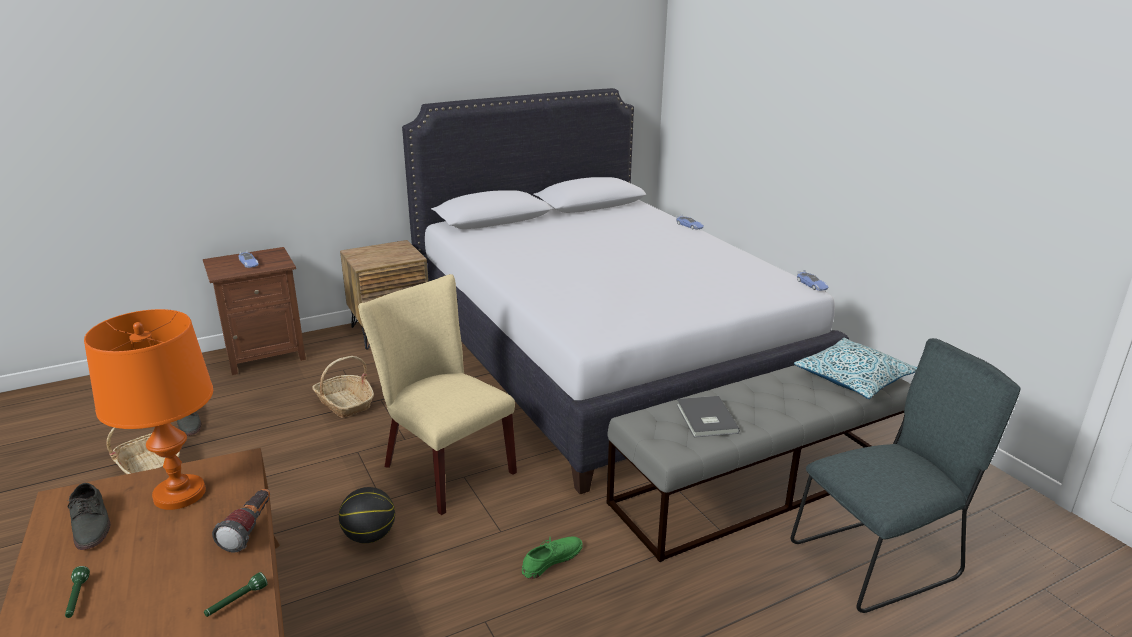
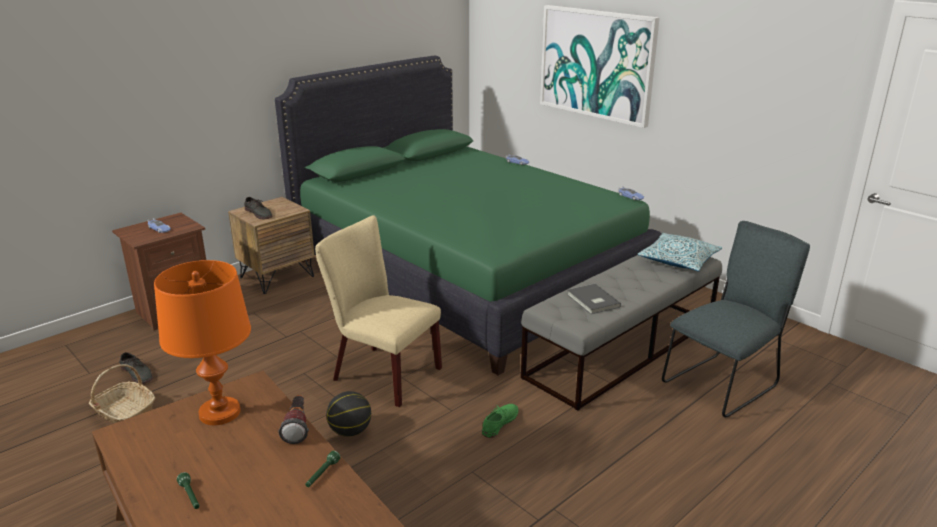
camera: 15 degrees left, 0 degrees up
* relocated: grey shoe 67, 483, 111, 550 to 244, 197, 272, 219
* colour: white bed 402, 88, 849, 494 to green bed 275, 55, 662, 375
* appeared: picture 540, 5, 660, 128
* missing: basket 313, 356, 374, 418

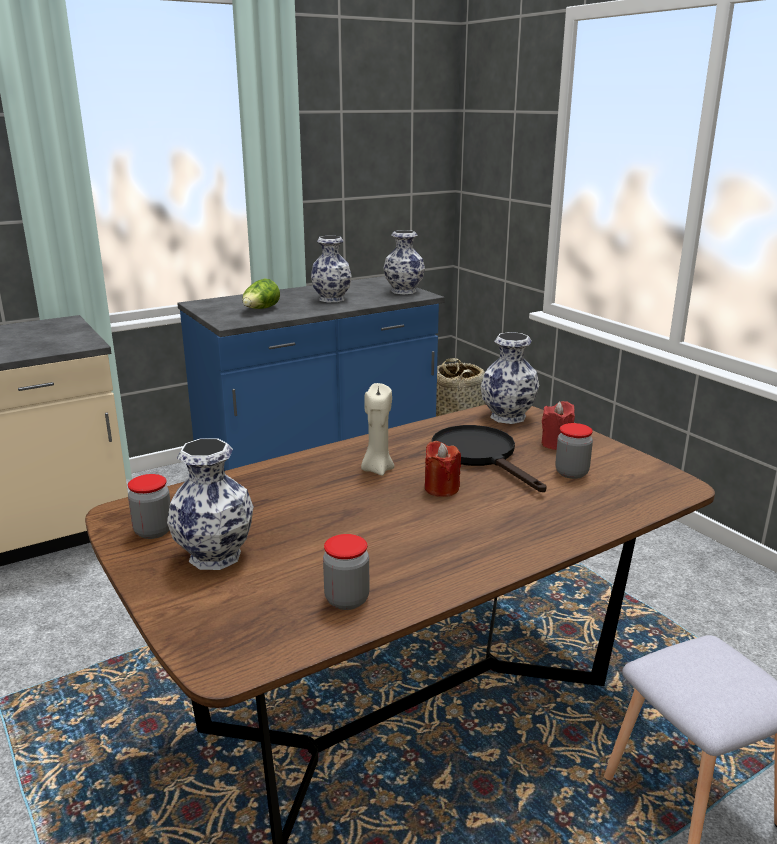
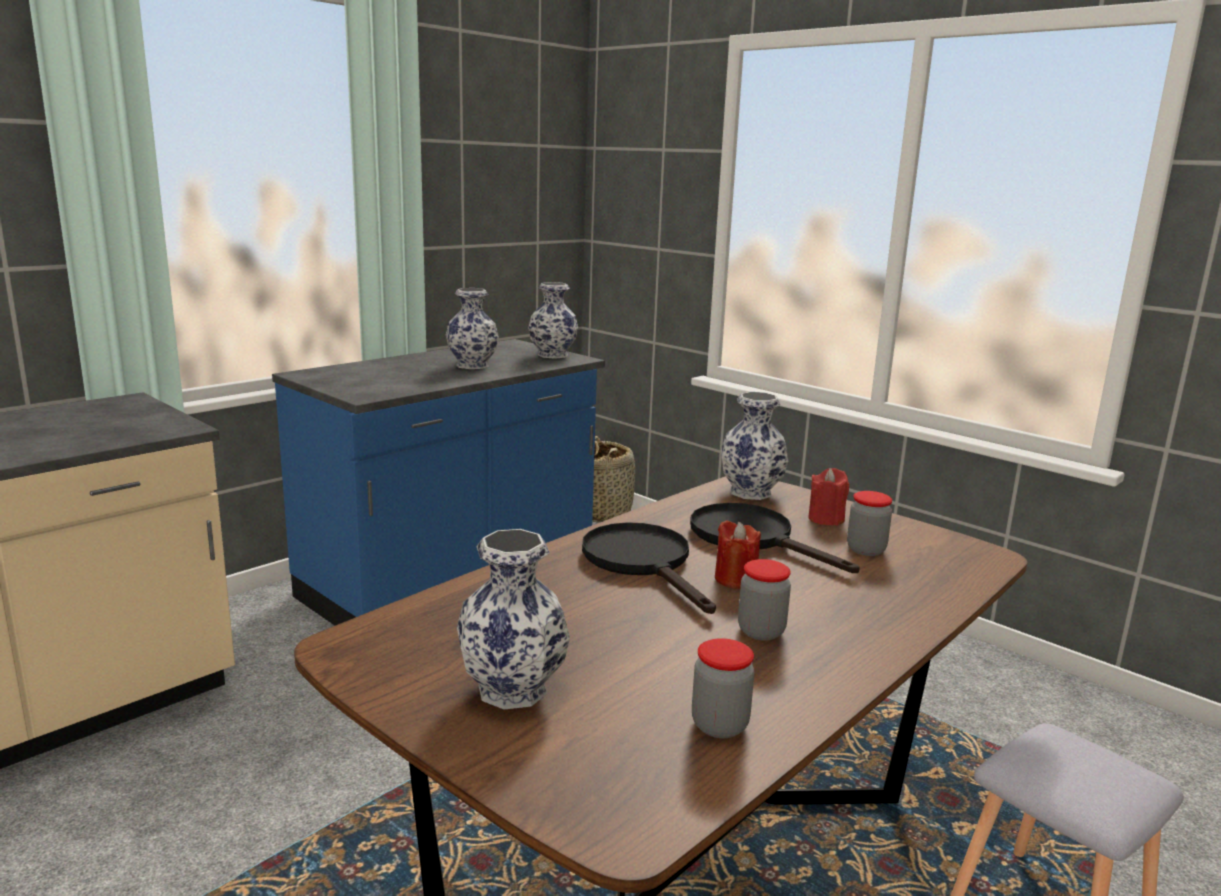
camera: 15 degrees left, 5 degrees down
* exchanged: beige candle 361, 383, 394, 476 to black frying pan 582, 522, 716, 614
* relocated: jar 128, 474, 170, 539 to 738, 559, 791, 641
* missing: lettuce 242, 279, 280, 309

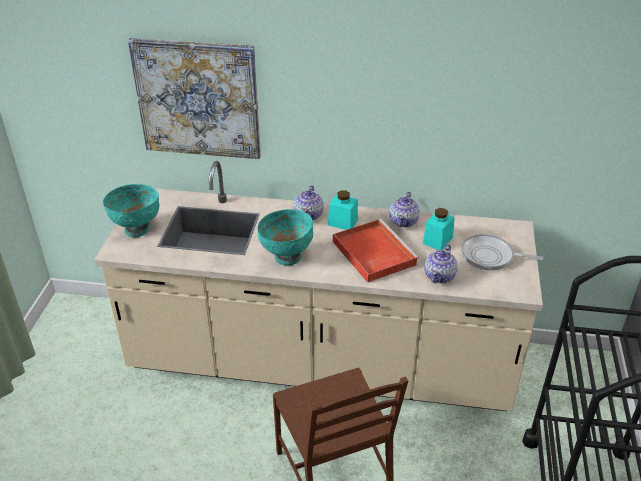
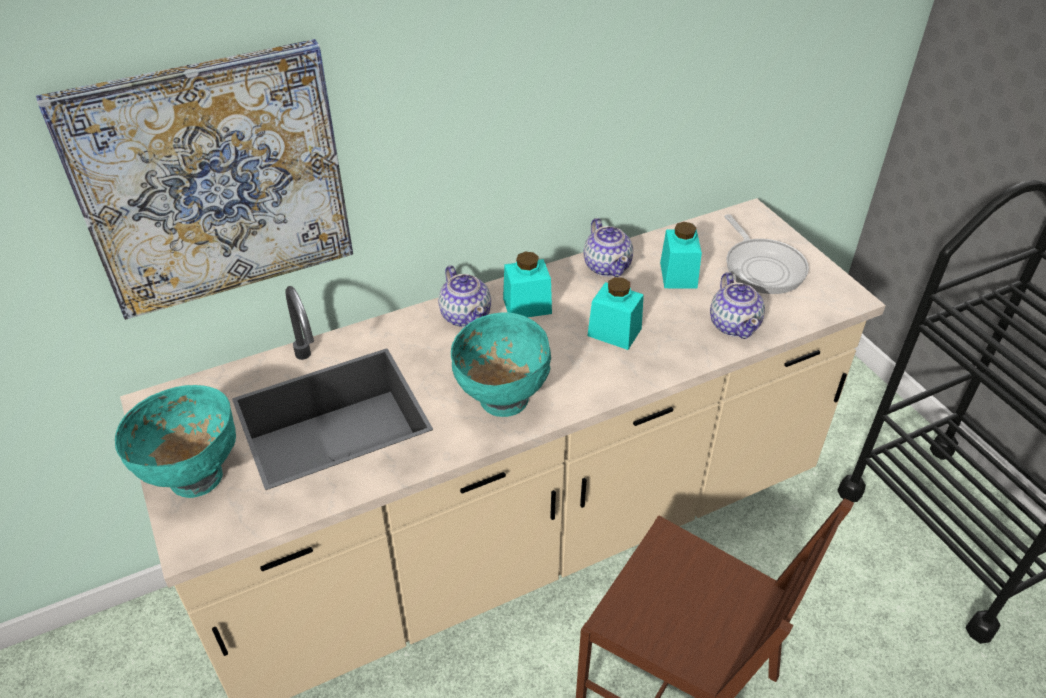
camera: 35 degrees left, 5 degrees up
* exchanged: red tray 333, 219, 419, 283 to turquoise jar 587, 277, 644, 350
* spun: frying pan 461, 234, 544, 270 = 724, 214, 809, 294 90 degrees counterclockwise

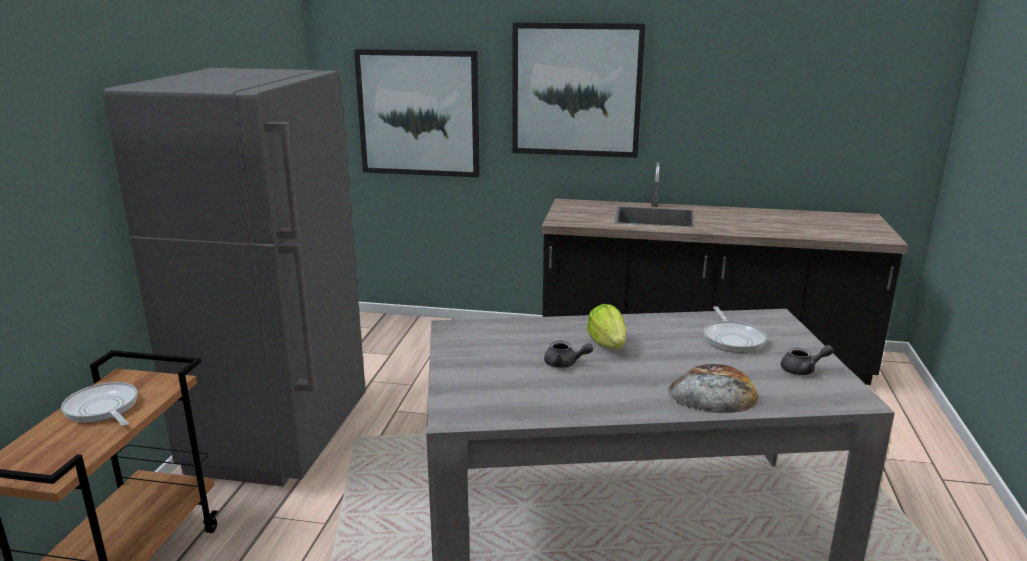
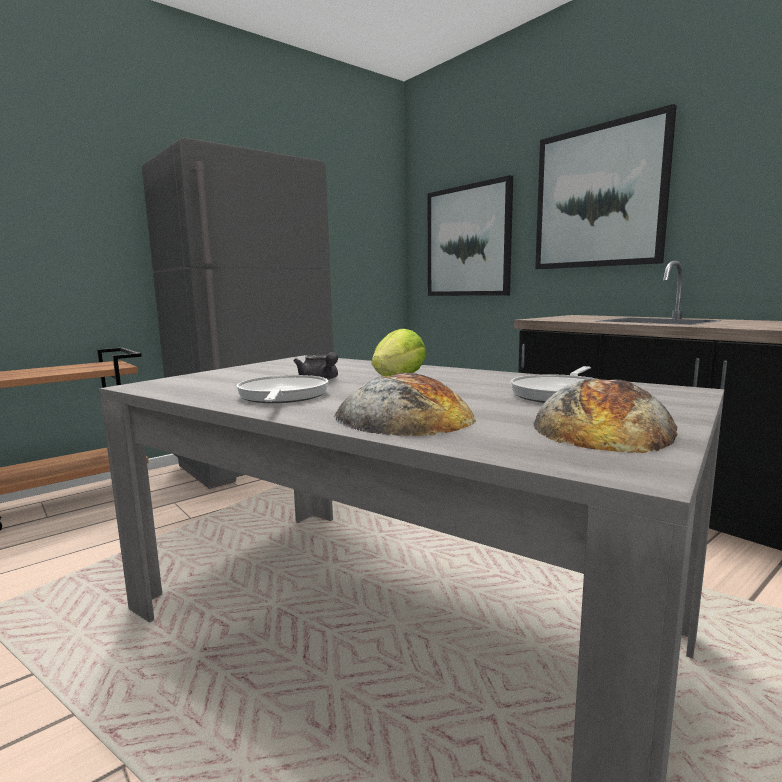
camera: 40 degrees right, 10 degrees down
* relocated: frying pan 61, 382, 138, 426 to 236, 375, 328, 403
* exchanged: grey teapot 781, 345, 834, 375 to bread 533, 379, 677, 453

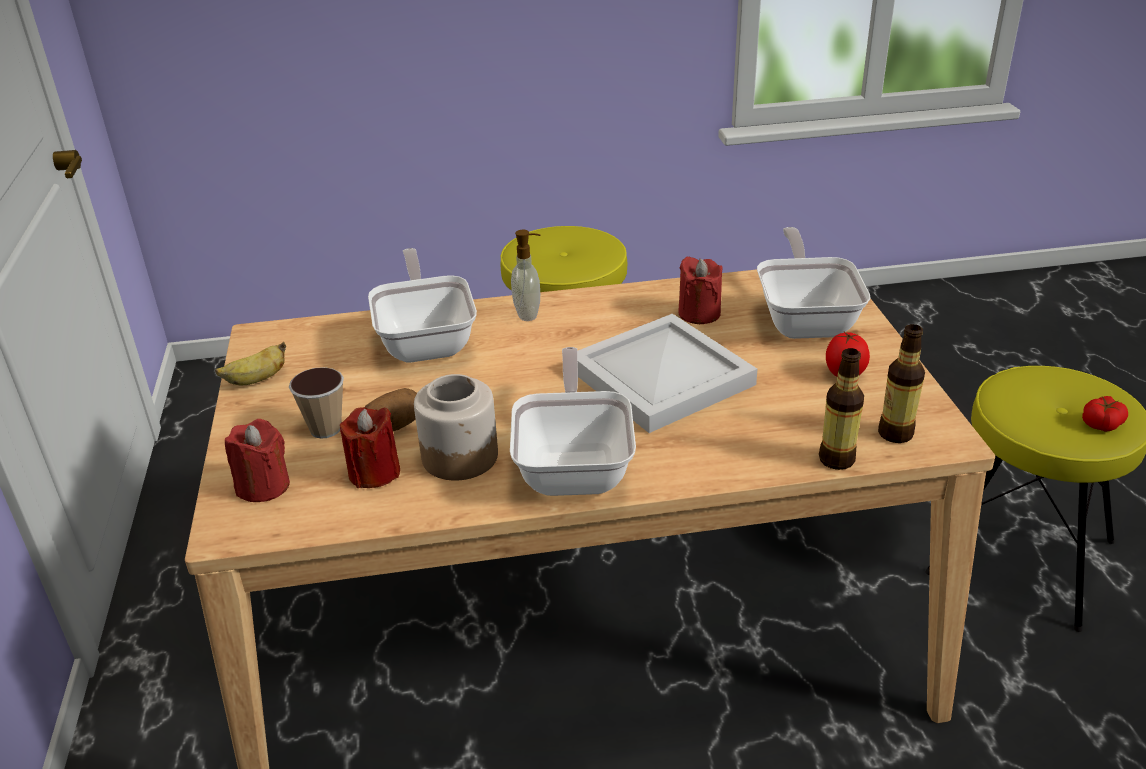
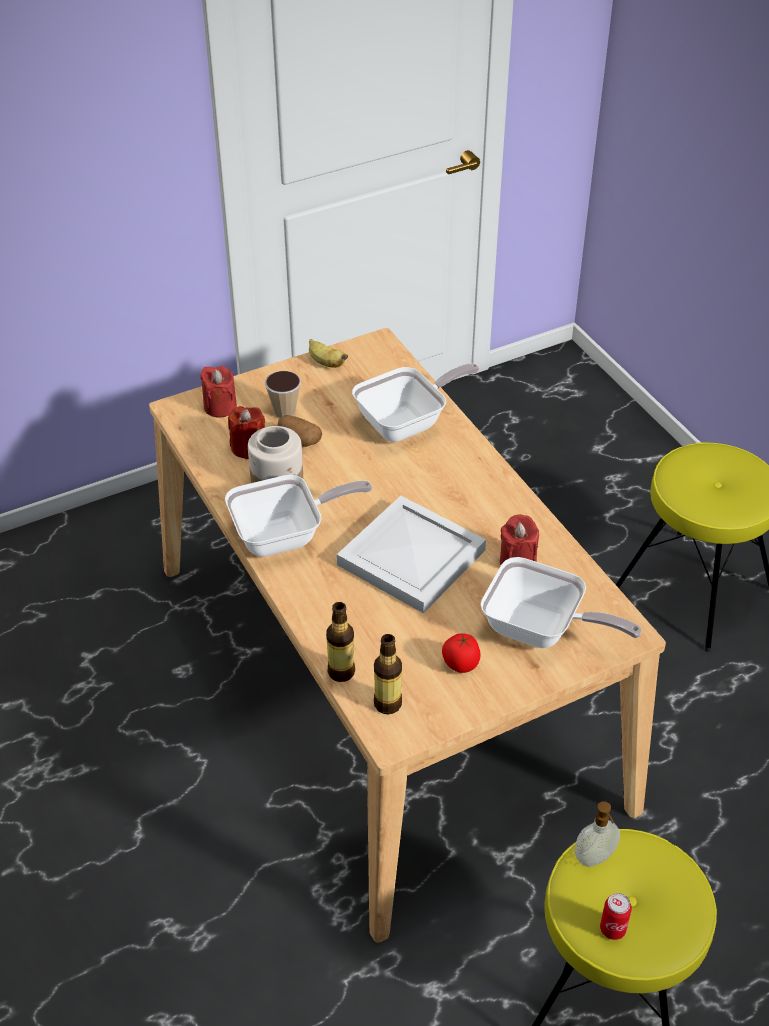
camera: 70 degrees right, 10 degrees up
* spun: frying pan 757, 227, 871, 339 = 480, 557, 642, 648 45 degrees clockwise
* relocated: soap dispenser 511, 230, 540, 321 to 575, 801, 620, 867
* exchanged: tomato 1082, 396, 1128, 432 to can 600, 893, 632, 940

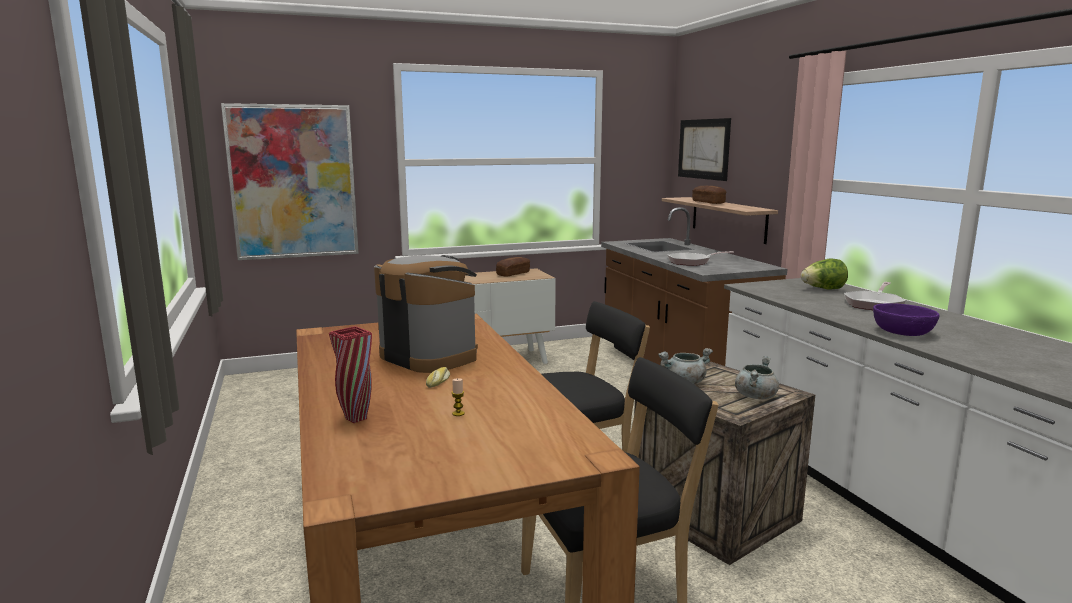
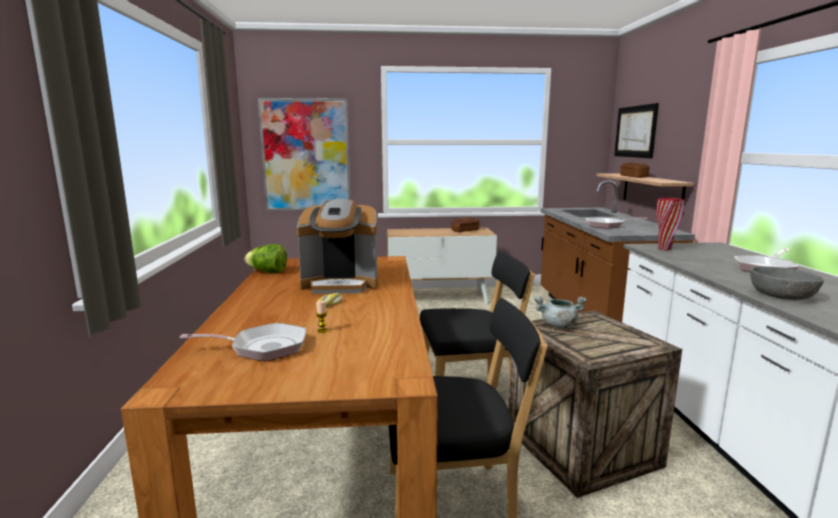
camera: 15 degrees right, 0 degrees up
* appeared: frying pan 180, 323, 306, 361
* relocated: lettuce 801, 259, 848, 290 to 245, 244, 287, 273
* spun: coffee machine 374, 255, 478, 373 = 297, 199, 378, 294 120 degrees clockwise
* relocated: red vase 329, 326, 372, 423 to 656, 197, 684, 250
* colour: purple bowl 873, 303, 940, 336 to grey bowl 750, 266, 824, 300
* missing: grey cooking pot 735, 356, 779, 399

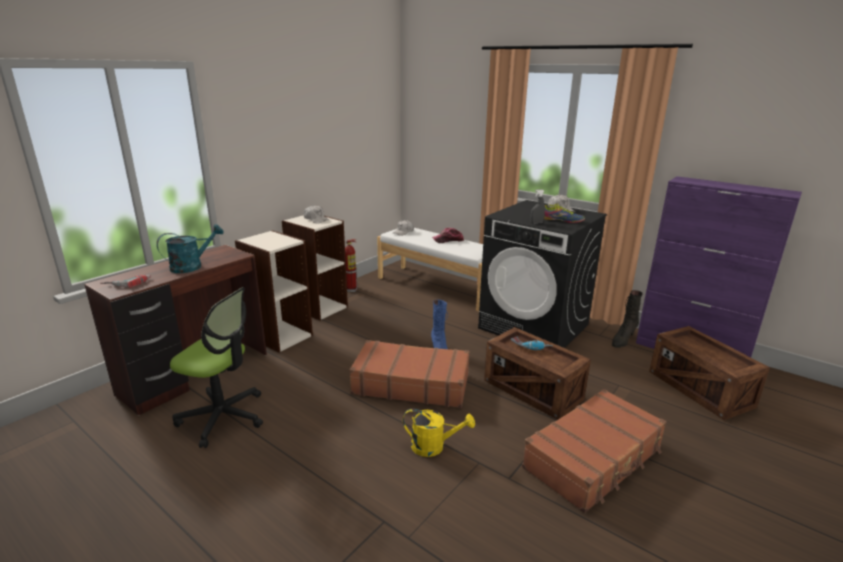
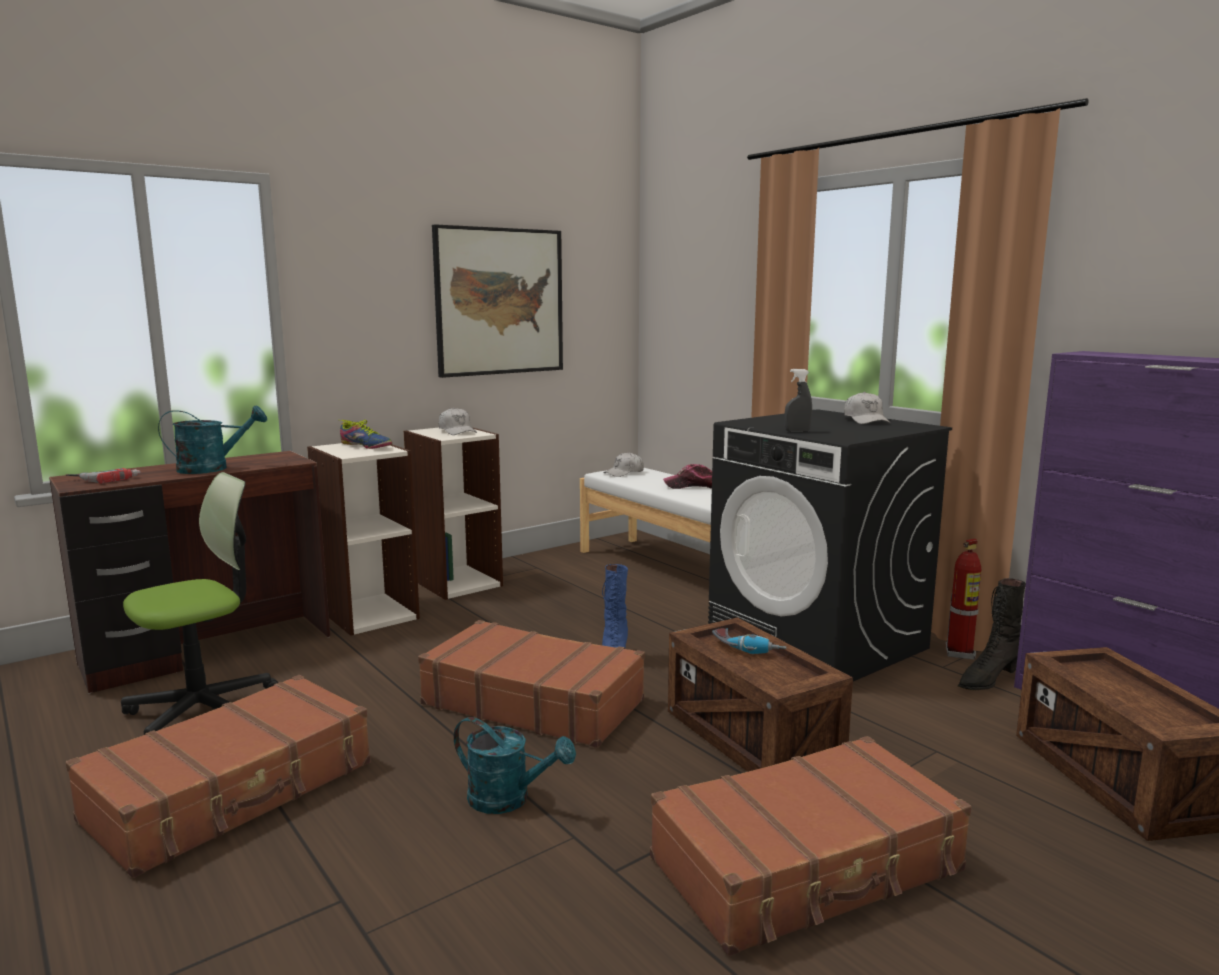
camera: 15 degrees right, 10 degrees down
* appeared: brown suitcase 66, 675, 371, 878
* spun: office chair 170, 287, 263, 448 = 121, 472, 279, 735 75 degrees counterclockwise
* relocated: shoe 544, 203, 585, 223 to 340, 420, 392, 449
* appeared: picture 432, 224, 563, 378
* colour: yellow watering can 403, 408, 475, 457 to turquoise watering can 454, 717, 576, 814
* relocated: fire extinguisher 345, 239, 358, 292 to 945, 539, 981, 660

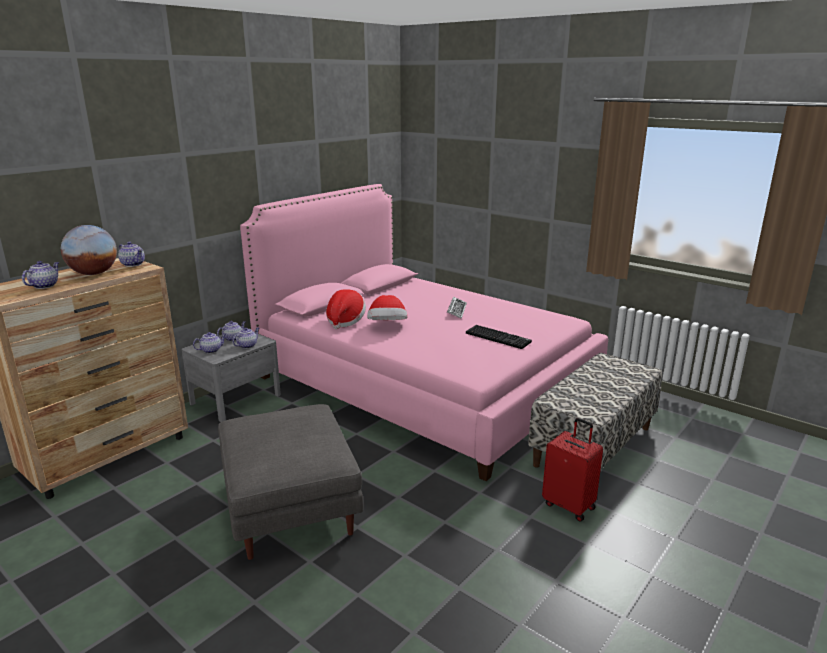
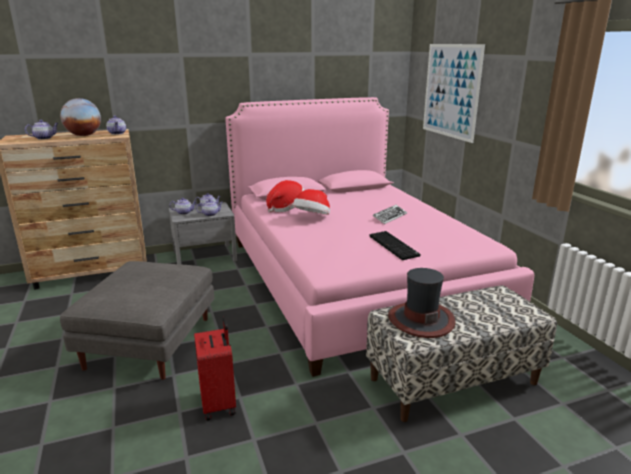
camera: 30 degrees right, 0 degrees up
* relocated: red suitcase 542, 418, 603, 522 to 194, 317, 236, 421
* appeared: hat 388, 268, 455, 338
* appeared: picture 423, 44, 485, 143

